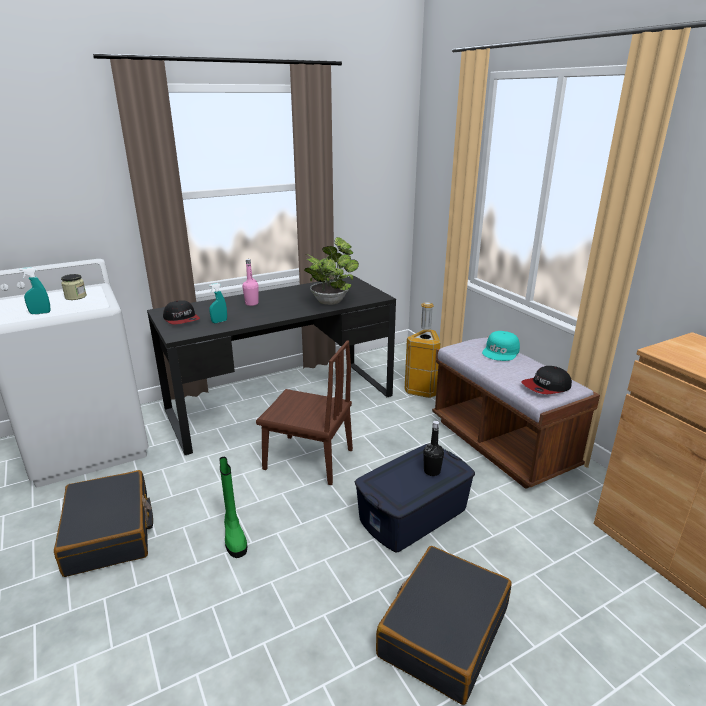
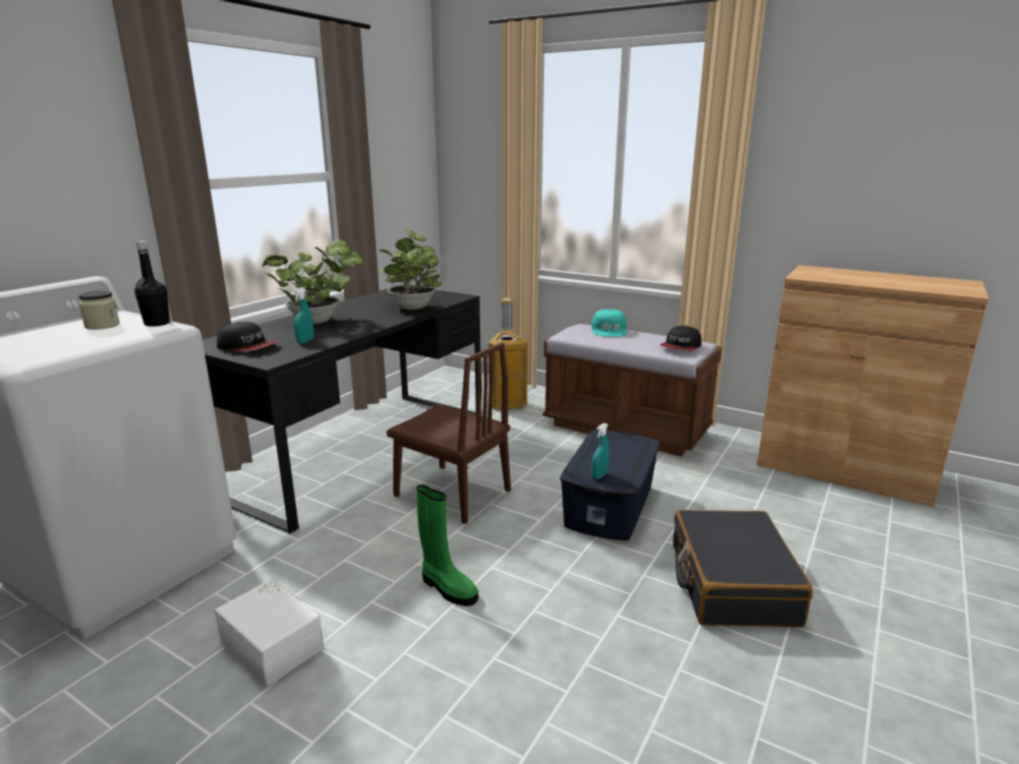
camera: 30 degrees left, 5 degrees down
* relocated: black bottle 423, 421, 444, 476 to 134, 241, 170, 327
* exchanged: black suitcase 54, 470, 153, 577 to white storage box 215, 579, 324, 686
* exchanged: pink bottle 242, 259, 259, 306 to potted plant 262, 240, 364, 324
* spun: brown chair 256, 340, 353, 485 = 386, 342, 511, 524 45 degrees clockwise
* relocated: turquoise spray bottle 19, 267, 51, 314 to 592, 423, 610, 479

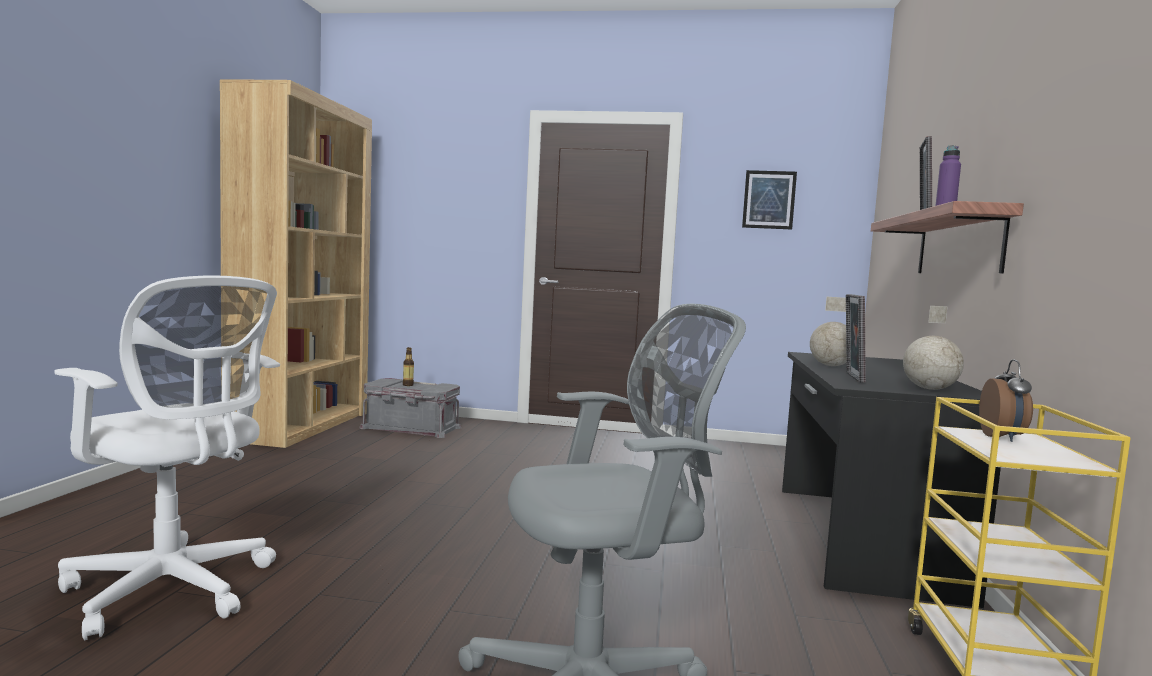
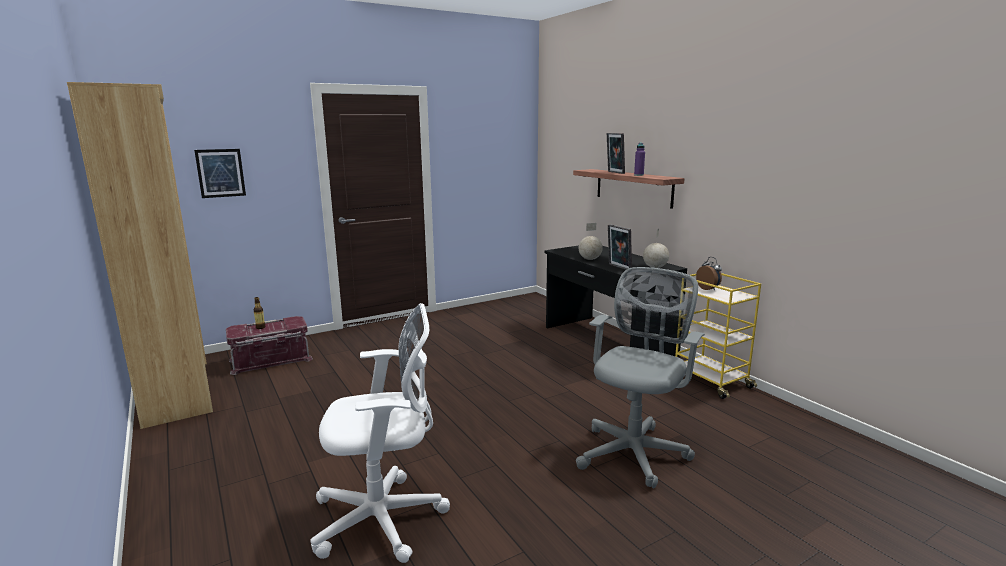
camera: 40 degrees left, 10 degrees up
* relocated: picture 742, 170, 797, 229 to 194, 149, 246, 198
* colour: grey storage box 359, 378, 462, 438 to red storage box 226, 316, 313, 375

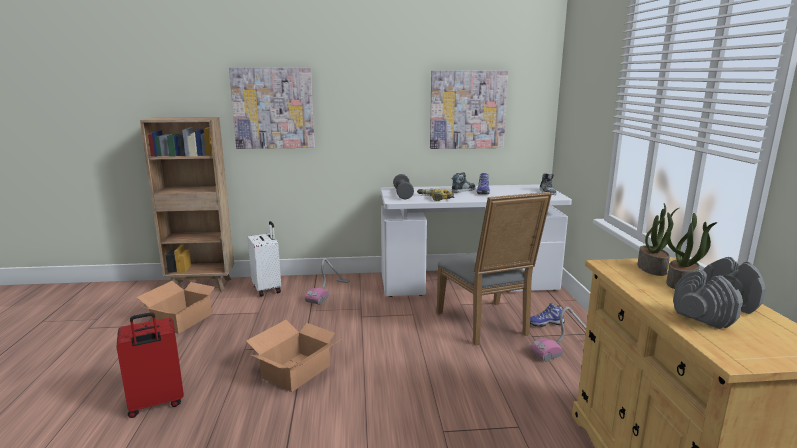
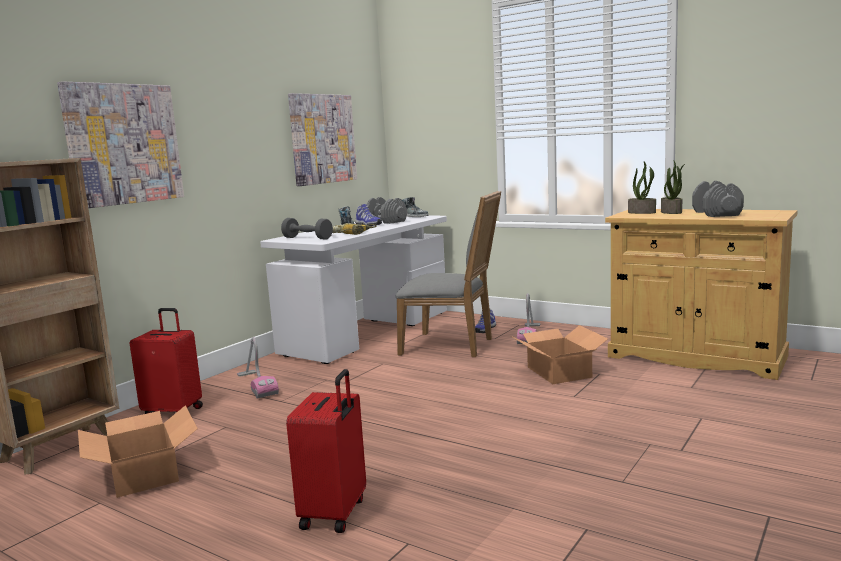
camera: 50 degrees left, 5 degrees down
* colour: white suitcase 248, 221, 281, 297 to red suitcase 130, 308, 203, 414
* appeared: grey dumbbell 367, 197, 407, 224
* relocated: cardboard box 247, 320, 341, 392 to 511, 325, 608, 384

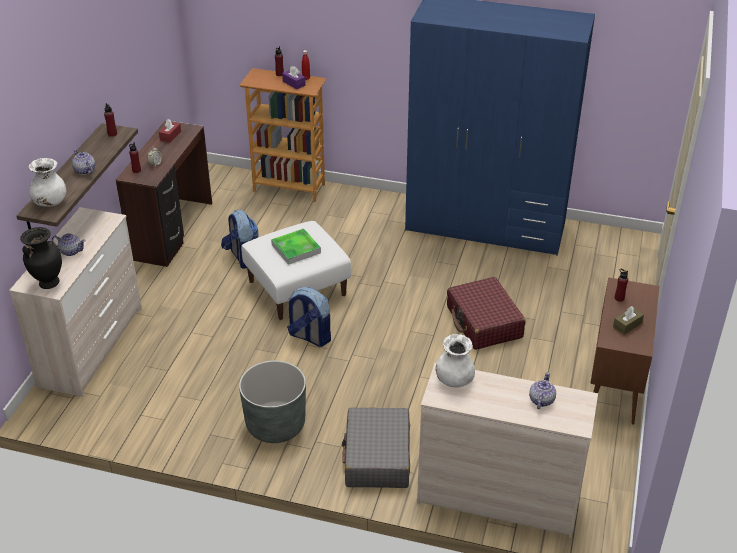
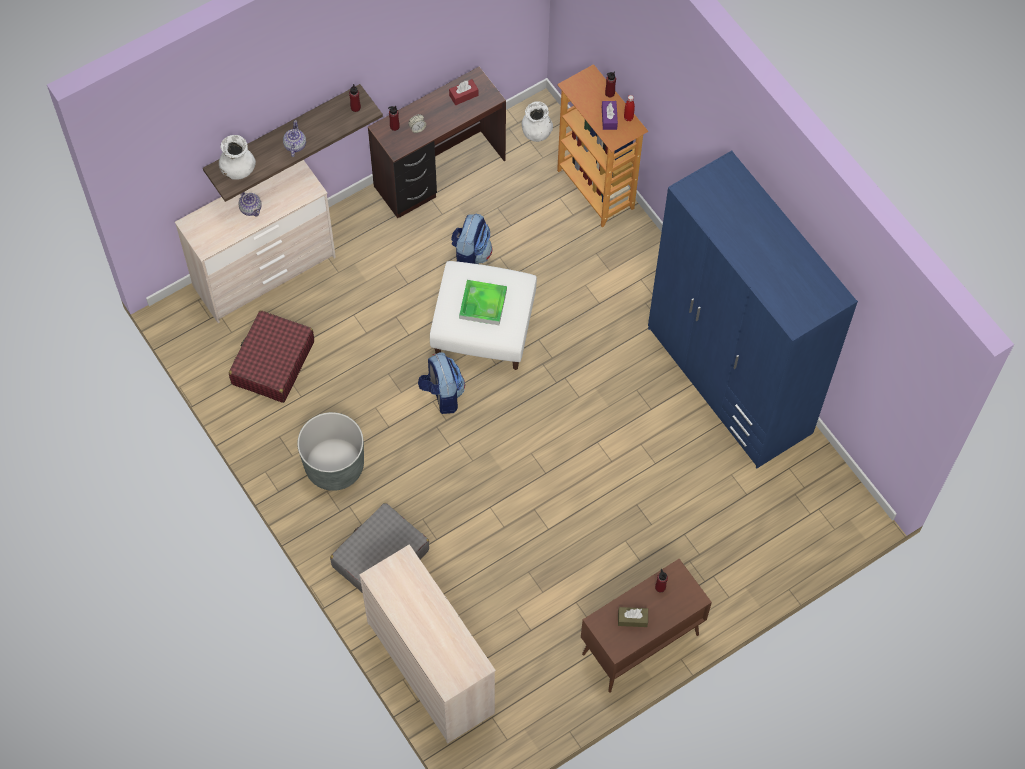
camera: 40 degrees right, 25 degrees up
* relocated: red suitcase 447, 277, 526, 350 to 229, 310, 314, 403
* relocated: white vase 435, 334, 475, 388 to 522, 102, 553, 142
* missing: black vase 20, 227, 62, 289
* missing: teapot 529, 372, 556, 409

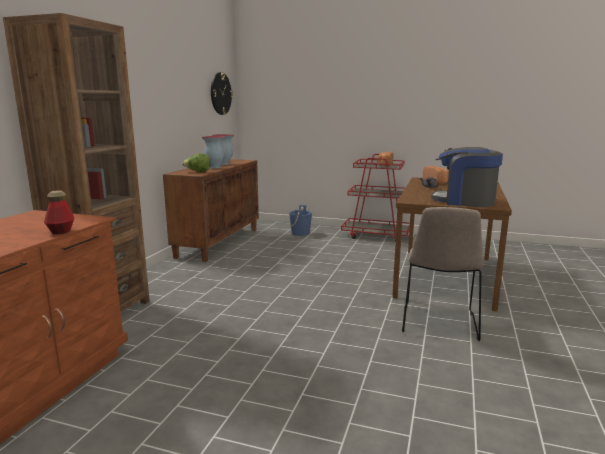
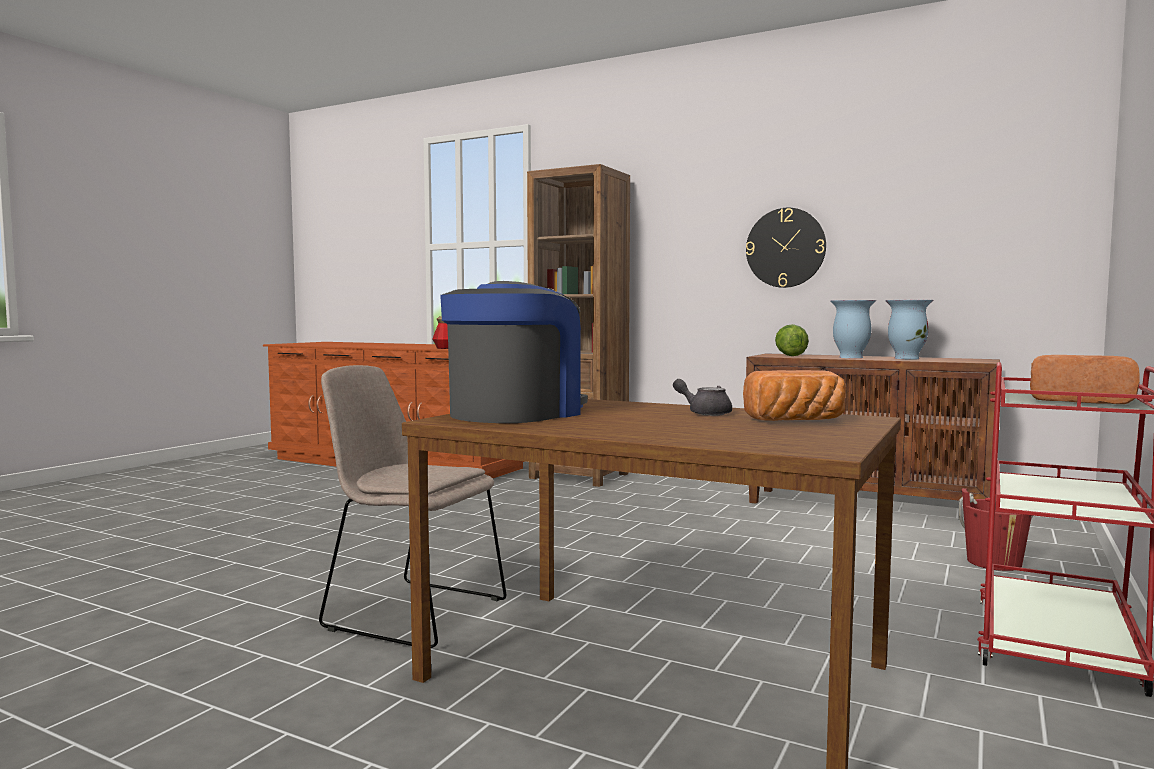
camera: 100 degrees right, 10 degrees down
* relocated: wall clock 211, 72, 233, 115 to 746, 208, 826, 288
* colour: blue bucket 289, 205, 312, 236 to red bucket 959, 488, 1033, 571

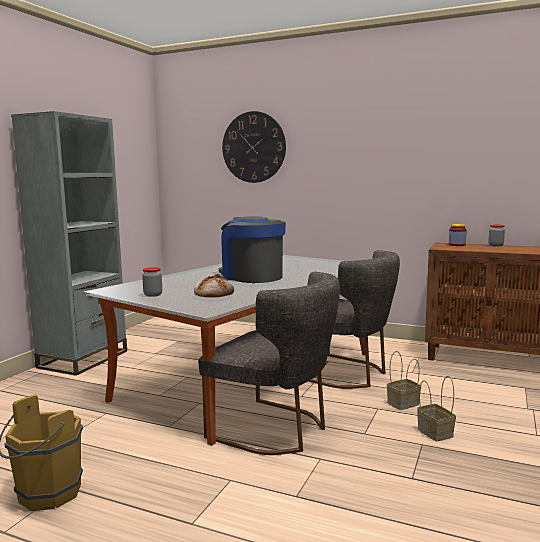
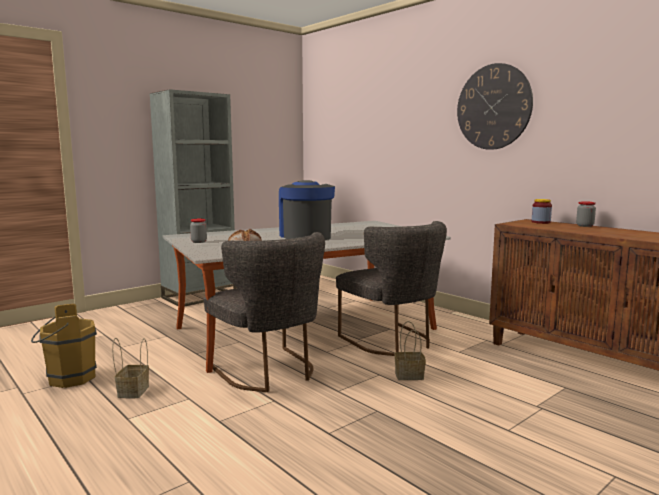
camera: 25 degrees right, 0 degrees up
* relocated: basket 417, 376, 456, 441 to 112, 338, 149, 398
* relocated: wall clock 222, 111, 286, 183 to 457, 63, 533, 150

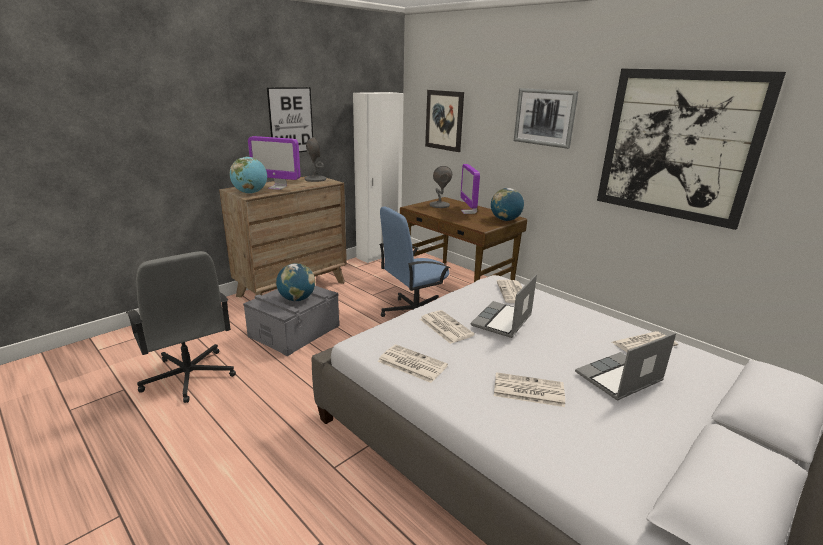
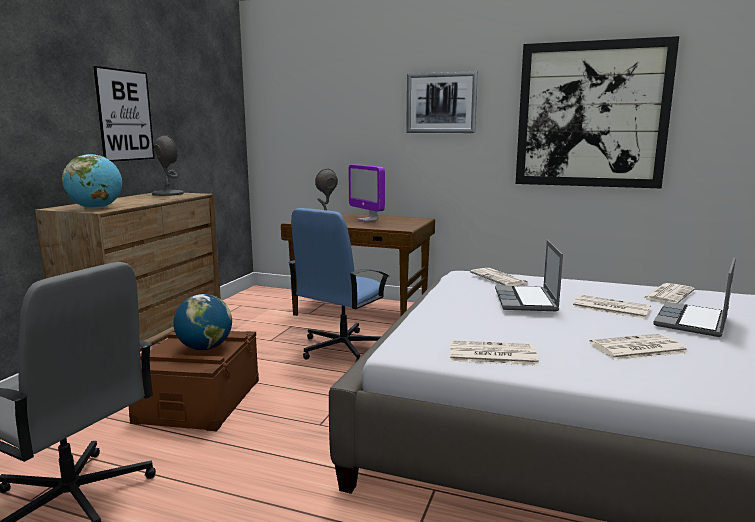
camera: 25 degrees left, 10 degrees down
* colour: grey storage box 243, 286, 340, 356 to brown storage box 128, 331, 259, 431
* relocated: newspaper 420, 310, 475, 344 to 572, 295, 651, 319
* missing: monitor 248, 136, 301, 190
* missing: white wardrobe 353, 92, 404, 263
* missing: picture 425, 90, 464, 152
* missing: globe 491, 188, 524, 221

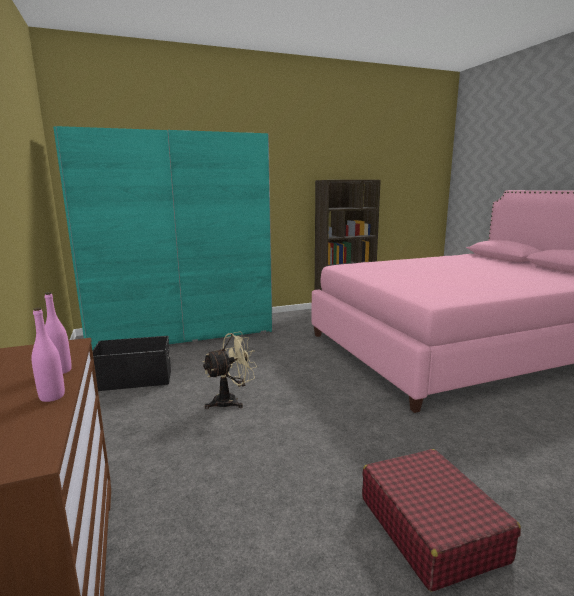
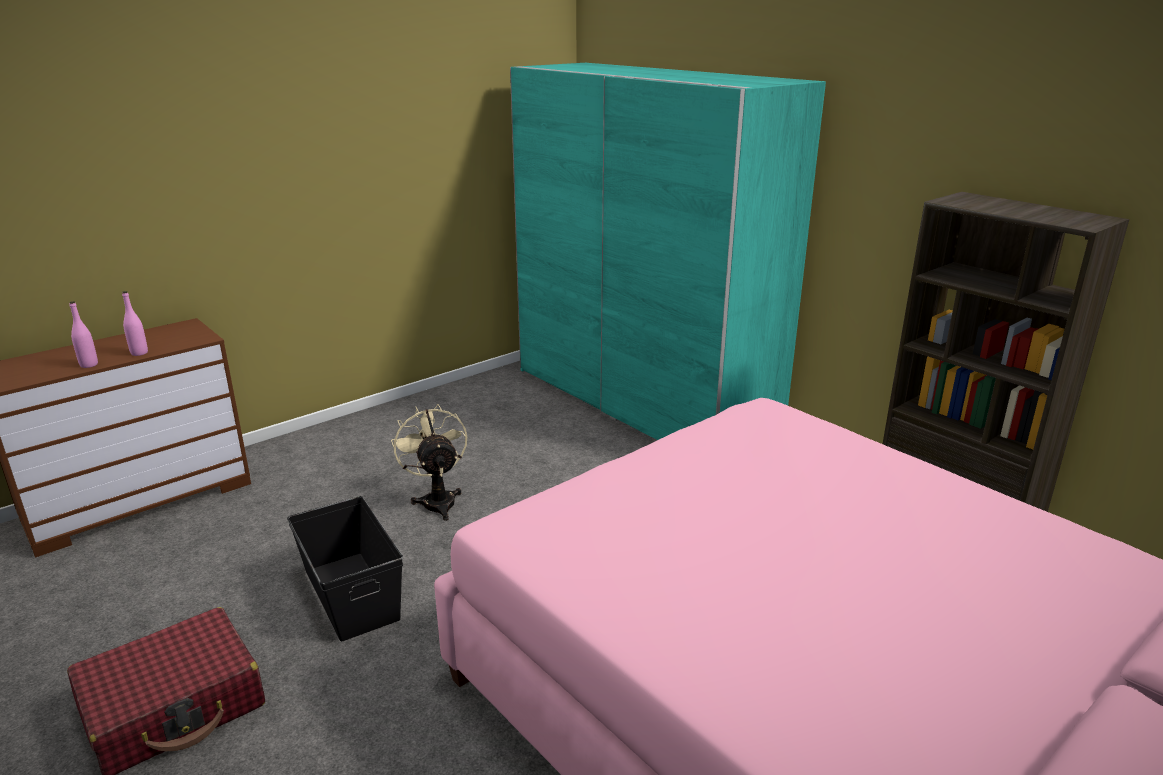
camera: 70 degrees right, 10 degrees up
* relocated: black storage box 93, 336, 171, 391 to 287, 496, 403, 641
* spun: beige fan 203, 331, 257, 409 = 391, 404, 467, 521 150 degrees counterclockwise

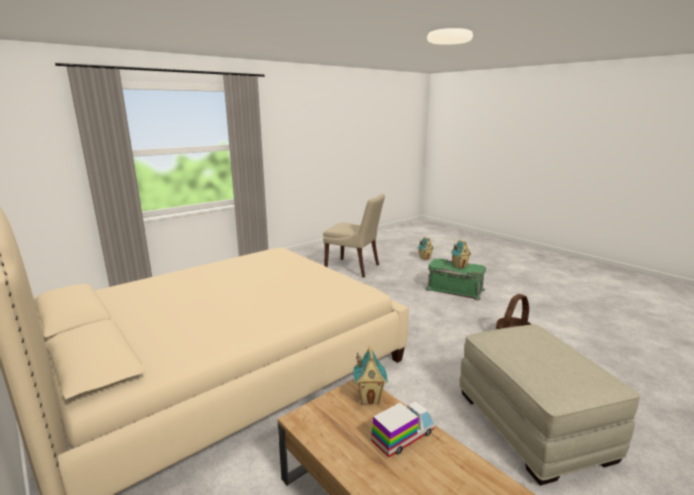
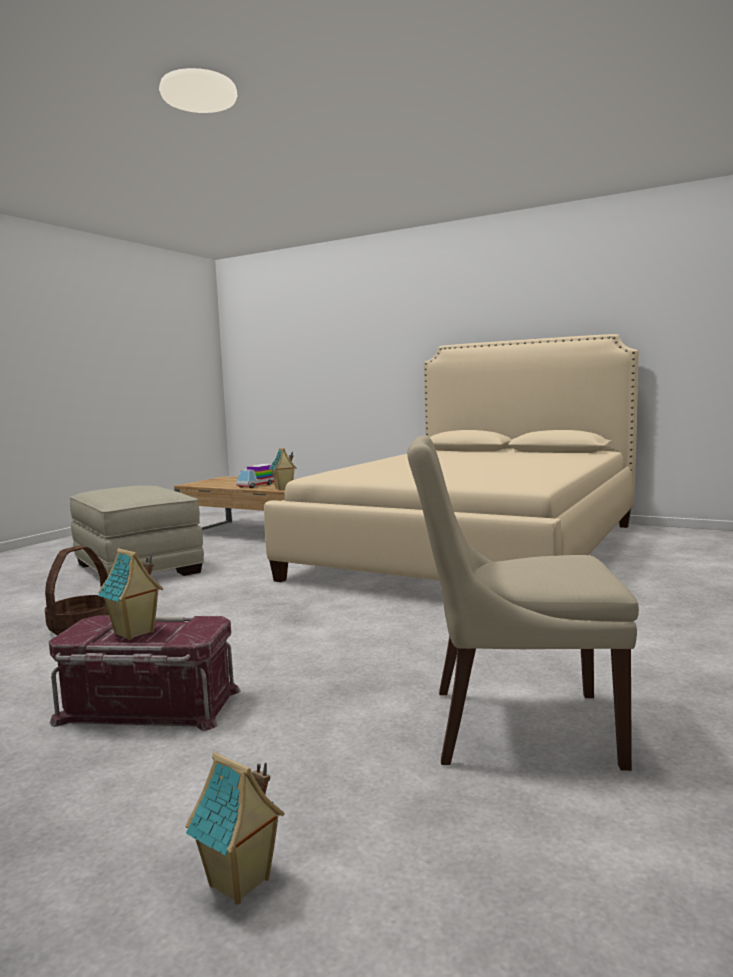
camera: 160 degrees right, 10 degrees down
* colour: green storage box 425, 258, 486, 300 to red storage box 49, 615, 240, 731

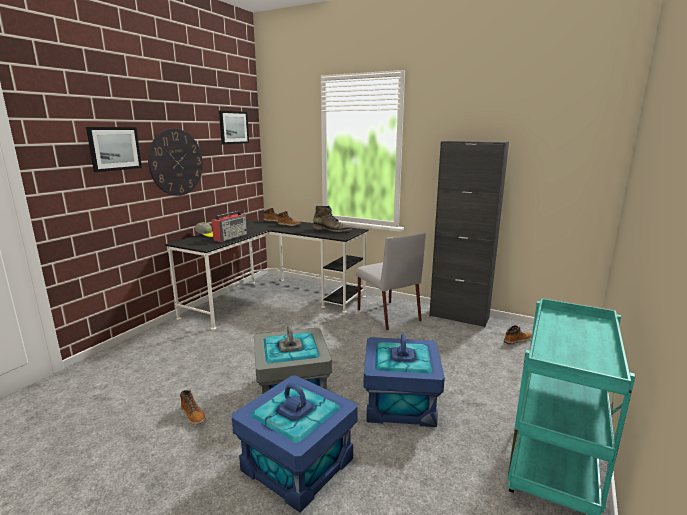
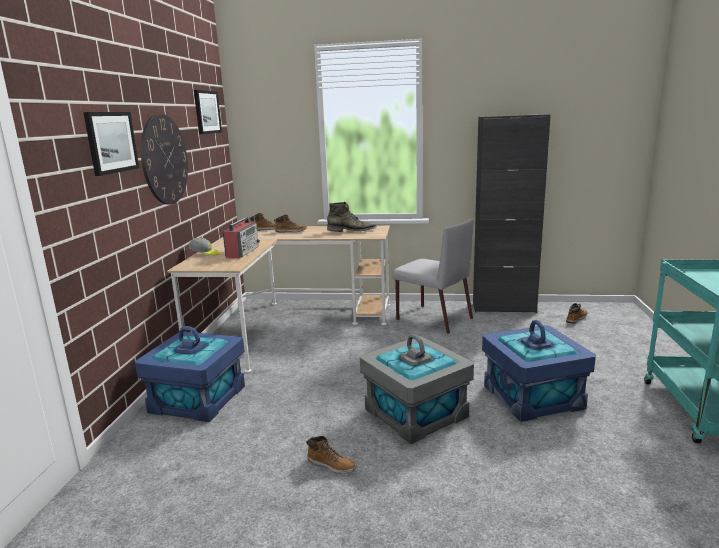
camera: 20 degrees left, 0 degrees up
* relocated: blue storage box 232, 375, 358, 513 to 134, 326, 245, 422
* colour: black desk 165, 220, 368, 330 to beige desk 167, 226, 390, 373

